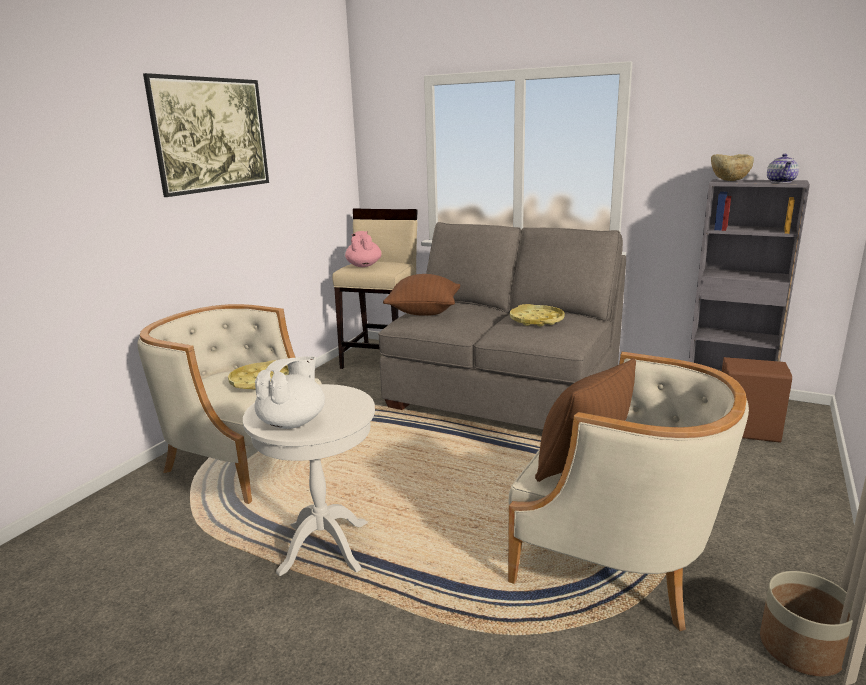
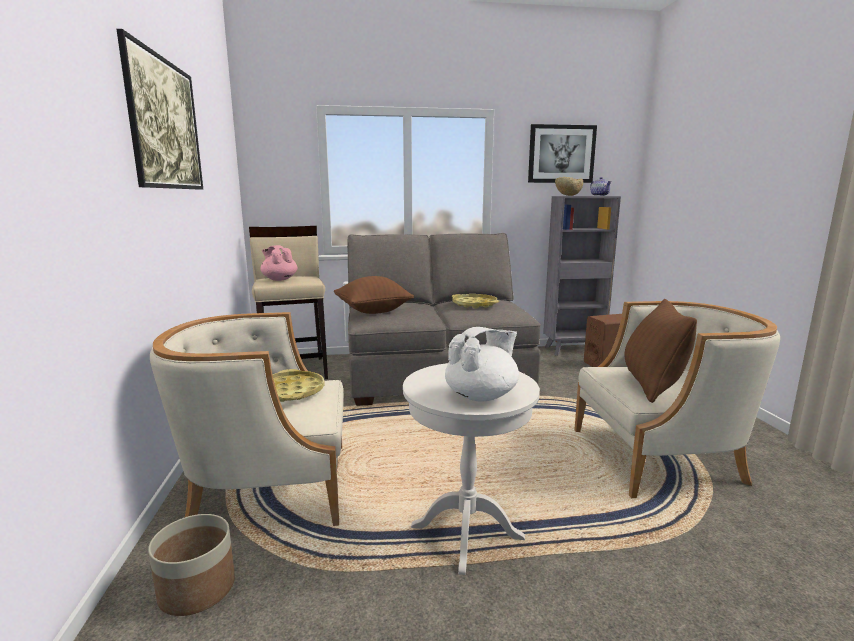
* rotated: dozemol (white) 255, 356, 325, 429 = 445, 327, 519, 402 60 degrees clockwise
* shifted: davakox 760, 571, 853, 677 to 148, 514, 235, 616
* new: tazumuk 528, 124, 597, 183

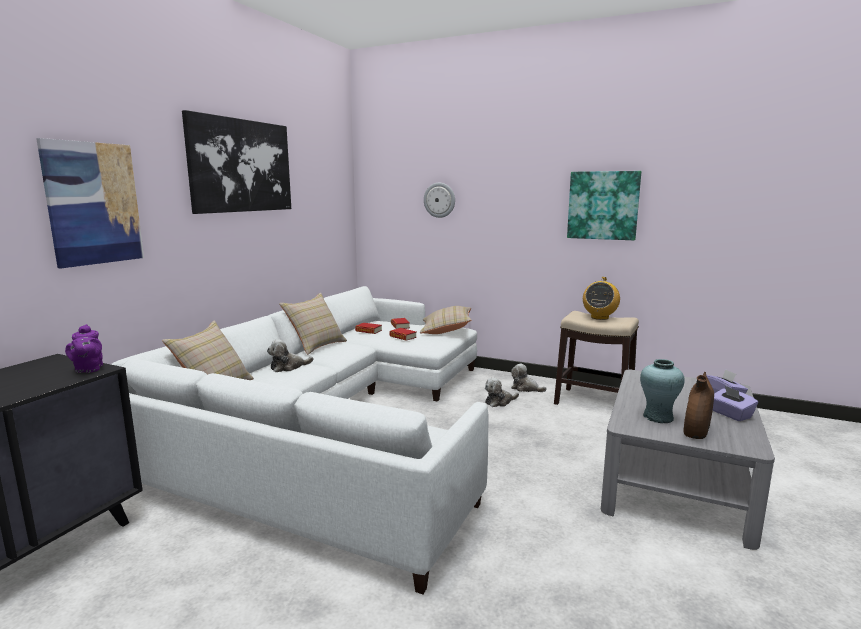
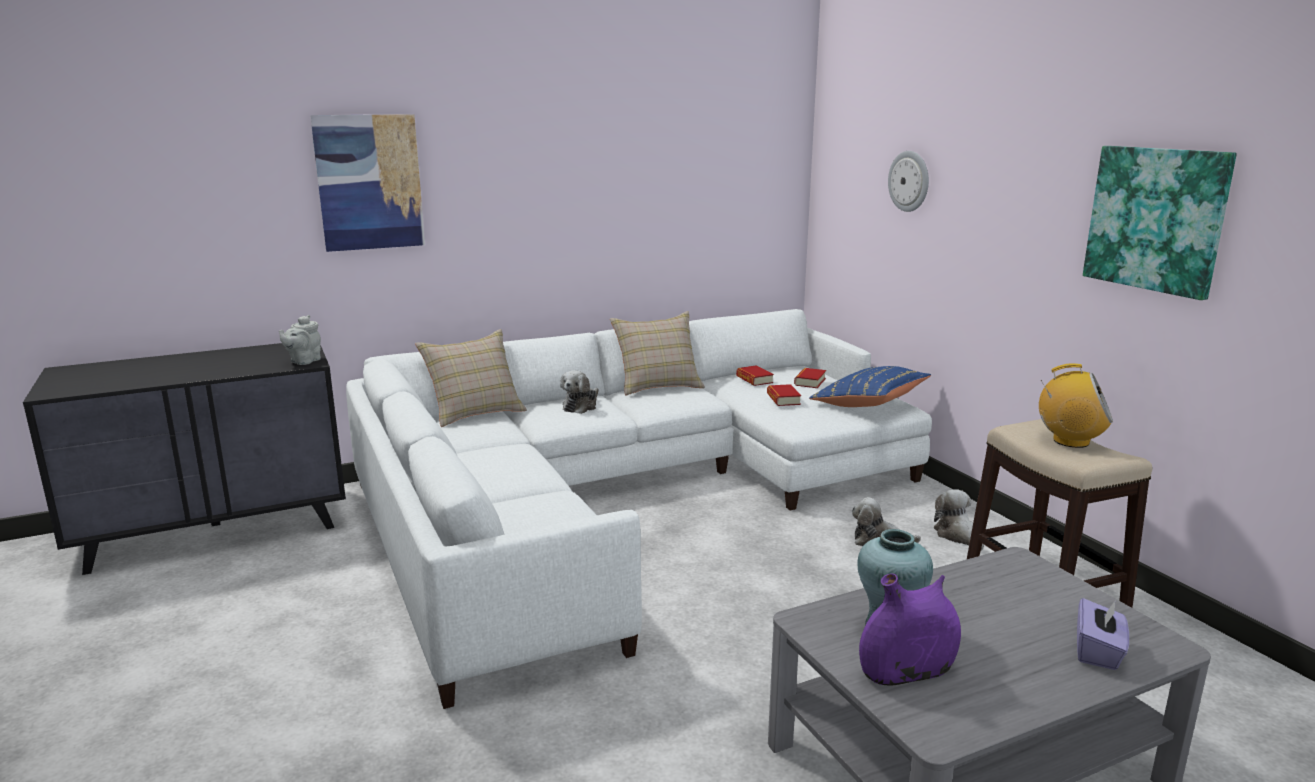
* repainted: dozemol (purple) 65, 324, 103, 372 to dozemol (grey) 279, 315, 321, 365
* gone: tazumuk 182, 110, 291, 214
* rotated: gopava 267, 339, 313, 372 = 560, 370, 599, 414 75 degrees counterclockwise
* repainted: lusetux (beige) 420, 306, 471, 334 to lusetux (blue) 809, 366, 931, 407
* rotated: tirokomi 583, 277, 620, 320 = 1039, 363, 1113, 448 135 degrees counterclockwise
* repainted: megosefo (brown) 684, 372, 714, 439 to megosefo (purple) 859, 574, 961, 686
* gone: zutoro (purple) 713, 386, 758, 421

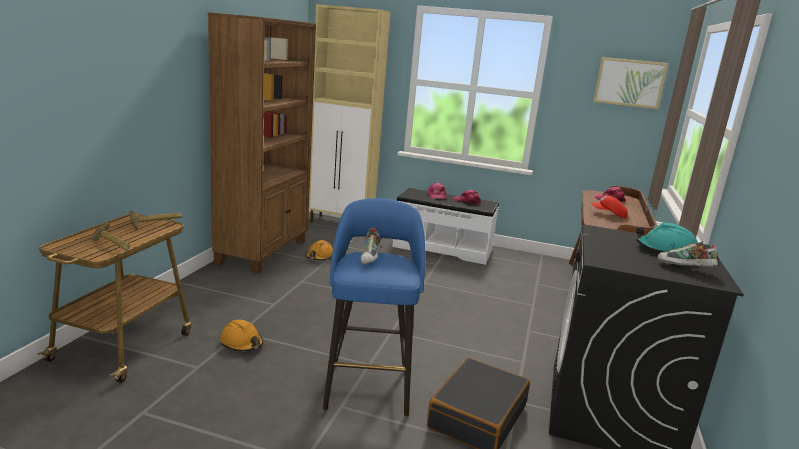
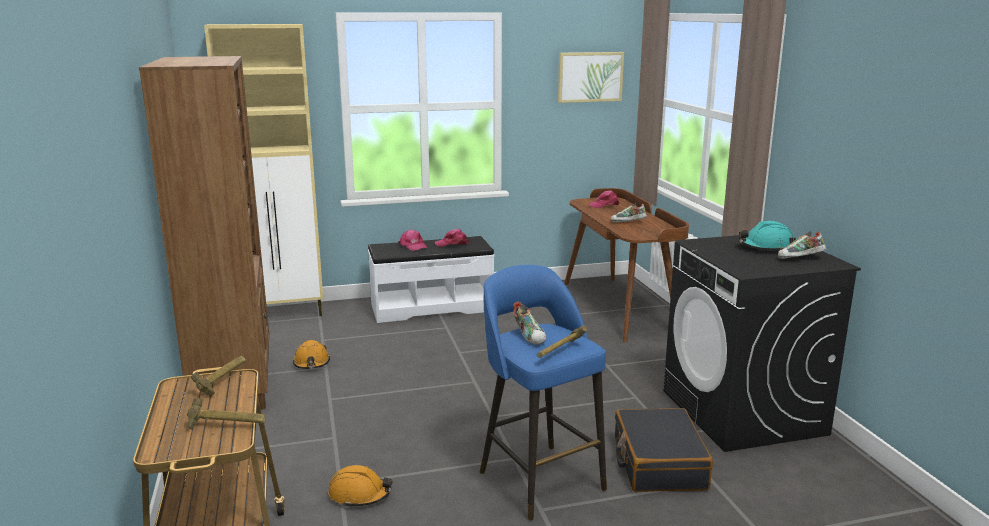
* swapped: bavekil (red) 591, 196, 628, 219 to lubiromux 611, 203, 647, 222
* new: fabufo 537, 325, 588, 358

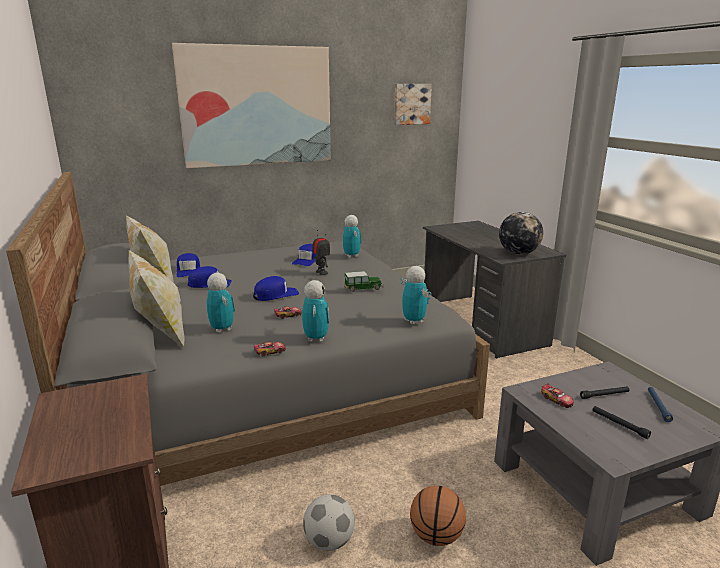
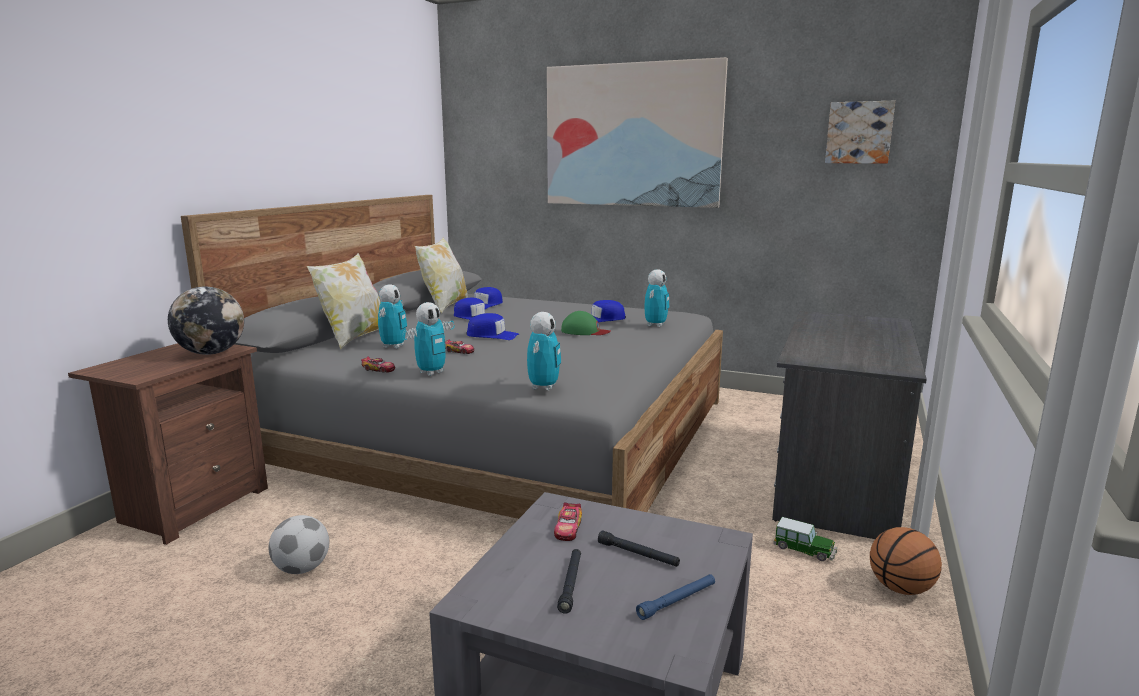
* swapped: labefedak 312, 230, 330, 275 to bavekil (green) 561, 311, 611, 335
* shifted: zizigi 344, 271, 384, 292 to 773, 517, 837, 561
* shifted: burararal 410, 485, 466, 546 to 870, 527, 942, 595
* shifted: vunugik 499, 212, 543, 255 to 168, 287, 244, 355

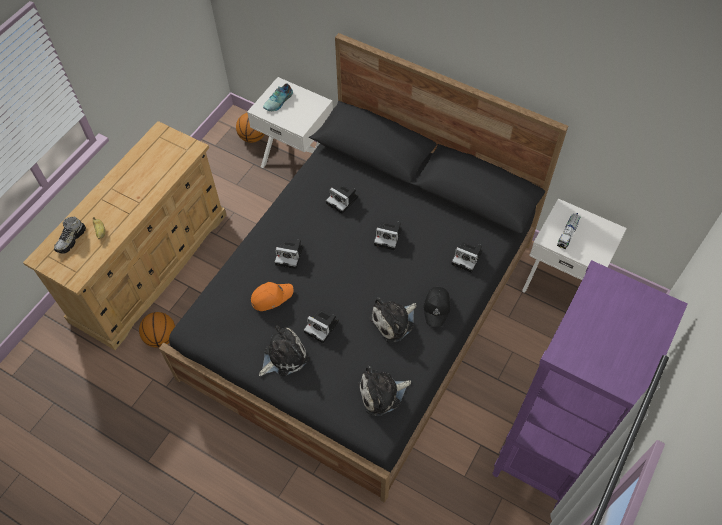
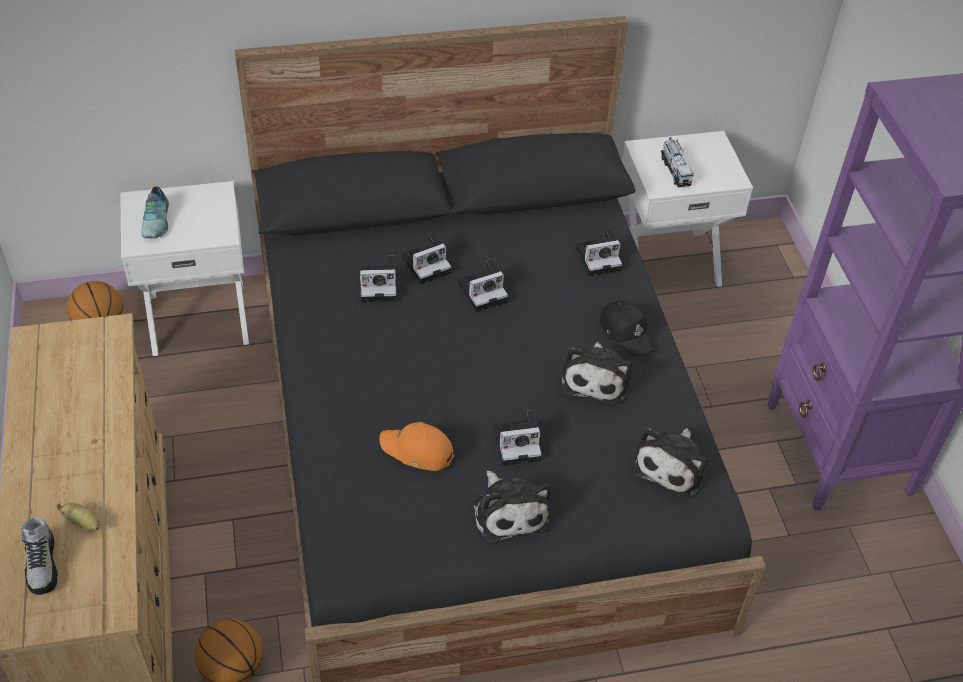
* rotated: bavekil (orange) 251, 282, 293, 311 = 379, 422, 455, 471 90 degrees counterclockwise
* rotated: gopava 259, 325, 309, 377 = 473, 471, 551, 544 150 degrees clockwise
* shifted: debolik 275, 240, 303, 269 to 402, 232, 451, 284

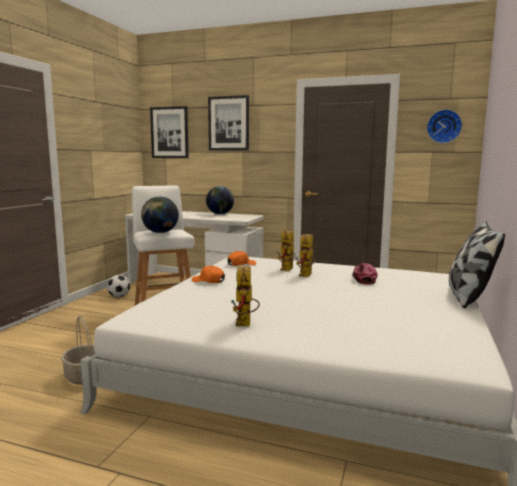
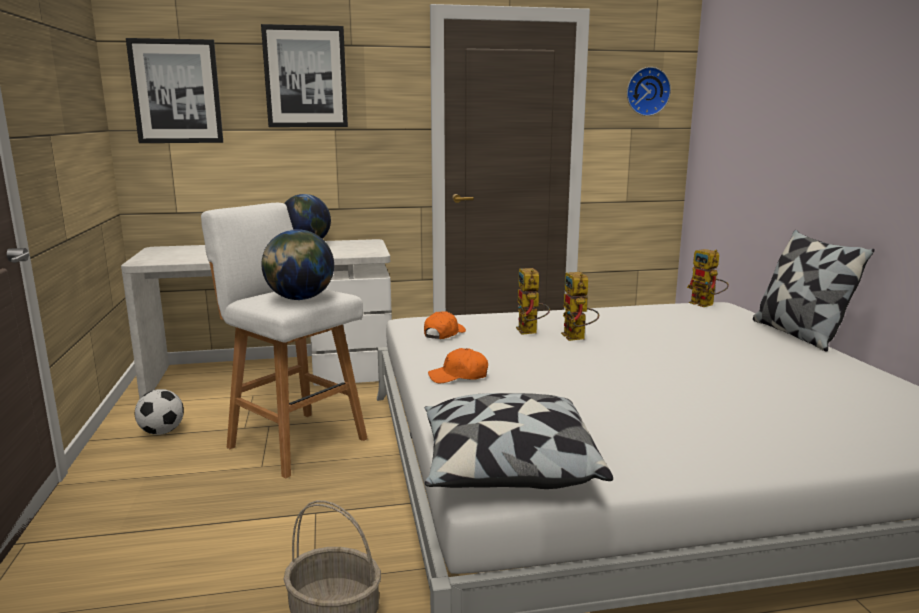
* shifted: labefedak 231, 266, 260, 326 to 687, 249, 729, 307
* gone: bavekil 352, 263, 378, 285
* new: lusetux 424, 393, 613, 489

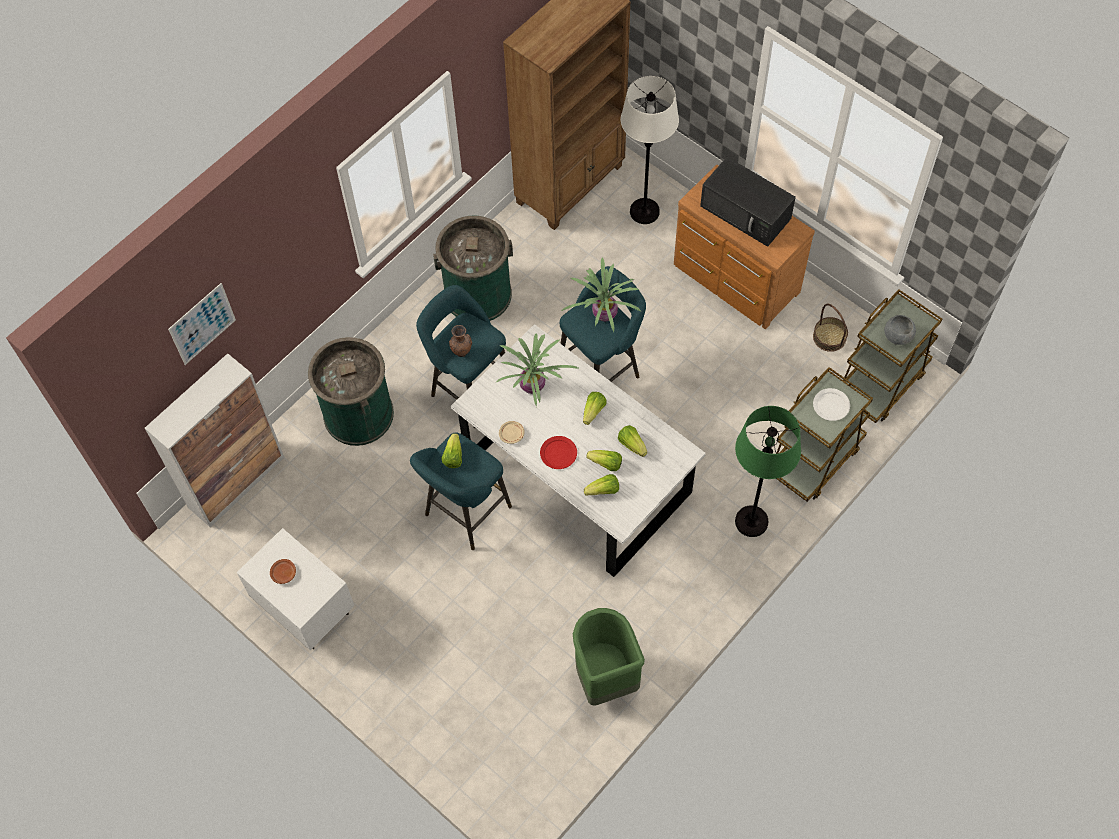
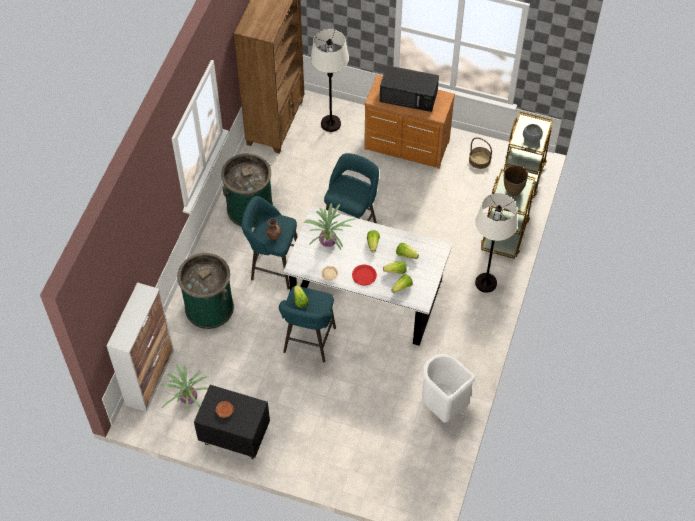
* gone: tazumuk 168, 283, 236, 365
* repainted: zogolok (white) 237, 528, 354, 650 to zogolok (black) 194, 385, 270, 459
* shifted: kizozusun 561, 258, 641, 332 to 161, 364, 209, 410
* repainted: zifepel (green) 573, 608, 645, 706 to zifepel (white) 422, 354, 475, 423
* repainted: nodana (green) 735, 406, 801, 537 to nodana (white) 475, 193, 517, 293
* swapped: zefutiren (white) 813, 388, 850, 421 to megosefo (brown) 504, 165, 528, 196

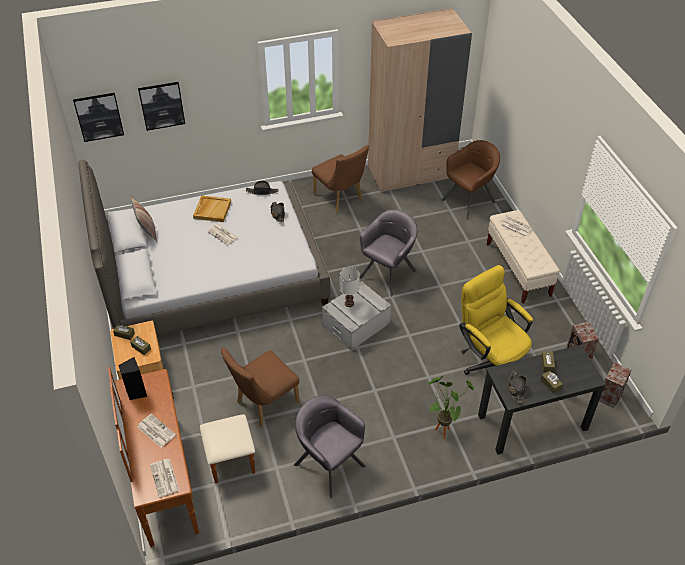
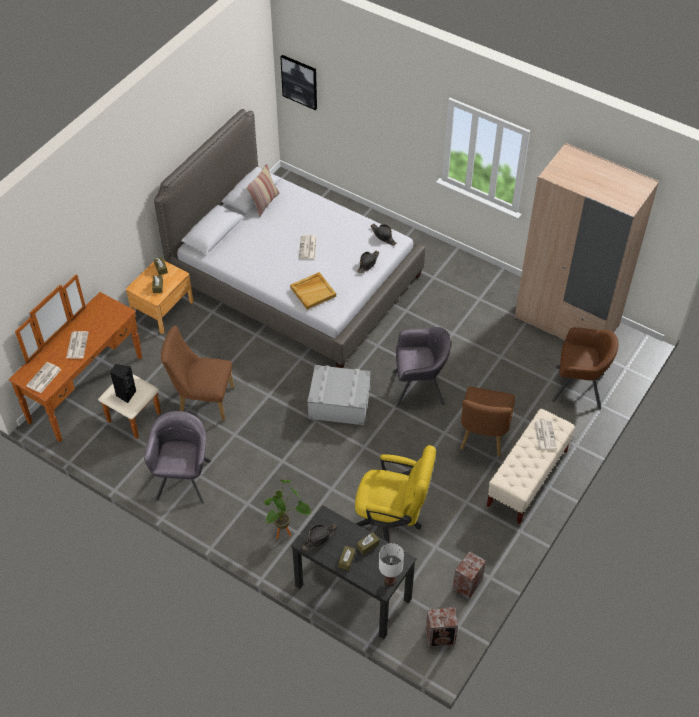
* shifted: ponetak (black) 118, 357, 147, 400 to 110, 364, 136, 403
* gone: tazumuk 138, 82, 185, 131
* shifted: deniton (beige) 193, 195, 231, 222 to 290, 272, 336, 310
* shifted: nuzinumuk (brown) 312, 145, 369, 213 to 460, 387, 515, 457
* shifted: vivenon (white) 340, 267, 360, 307 to 379, 543, 404, 586
* rotated: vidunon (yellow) 459, 265, 533, 375 = 355, 445, 436, 542 90 degrees clockwise

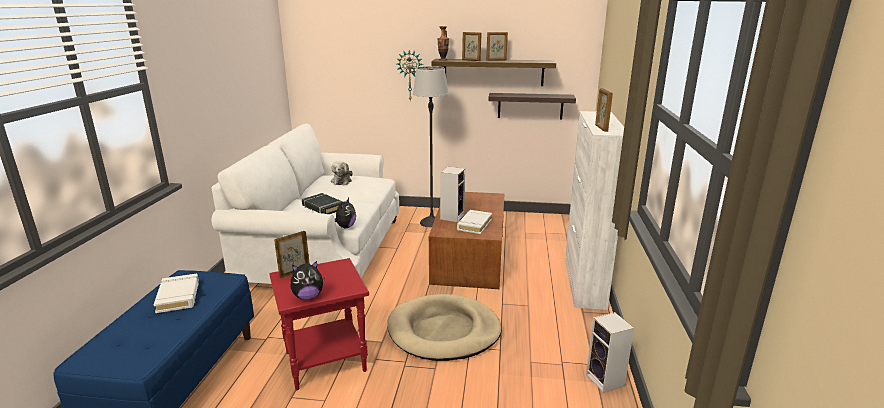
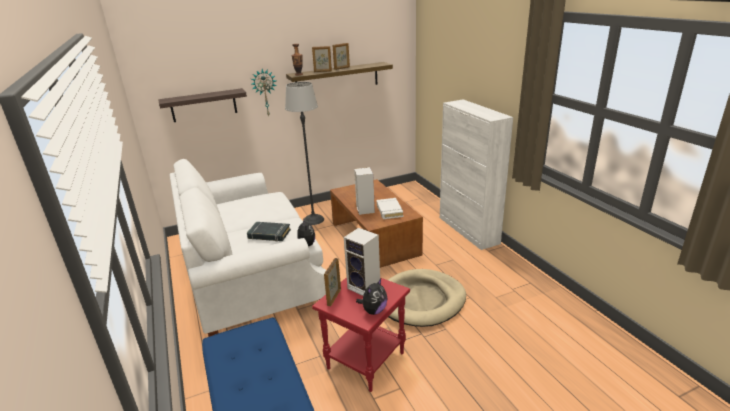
* gone: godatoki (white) 154, 274, 199, 313
* gone: gopava 331, 161, 353, 185
* shifted: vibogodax 488, 93, 576, 119 to 158, 88, 247, 122
* shifted: ponetak 586, 312, 634, 393 to 344, 228, 380, 296
* gone: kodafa 595, 88, 613, 132

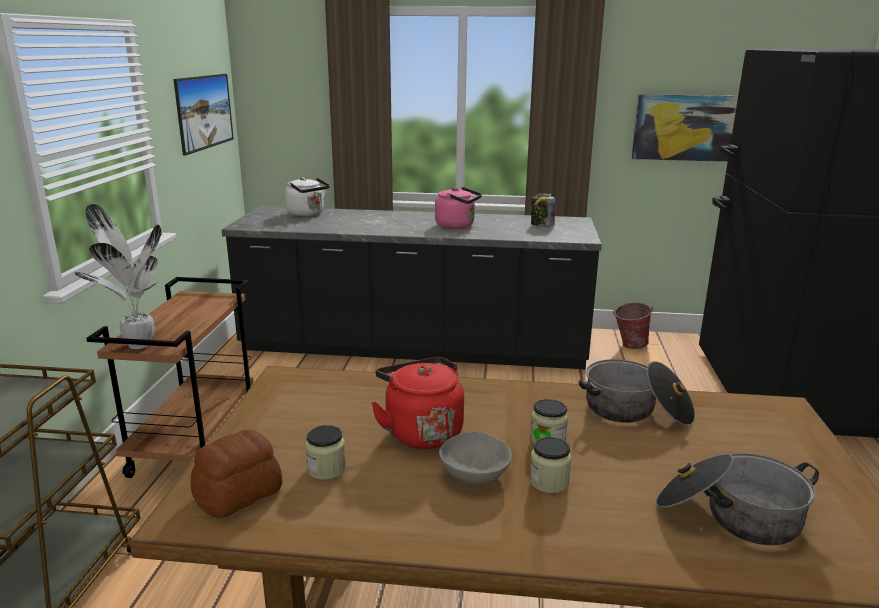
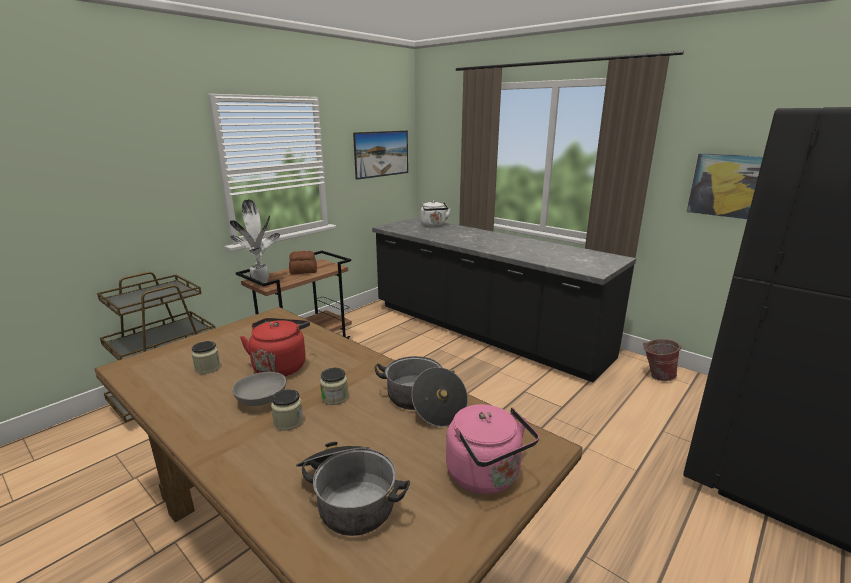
* shifted: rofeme 191, 430, 282, 518 to 289, 251, 317, 274
* shifted: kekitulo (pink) 435, 187, 482, 229 to 446, 404, 539, 494
* gone: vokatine 531, 193, 555, 226

